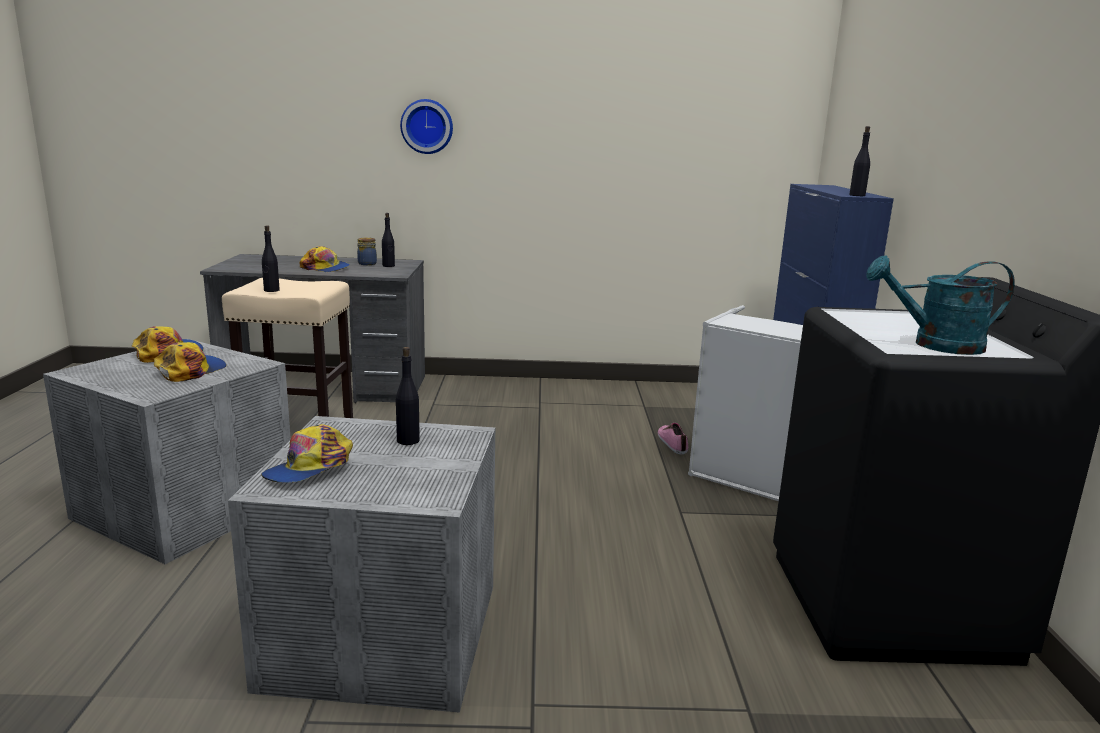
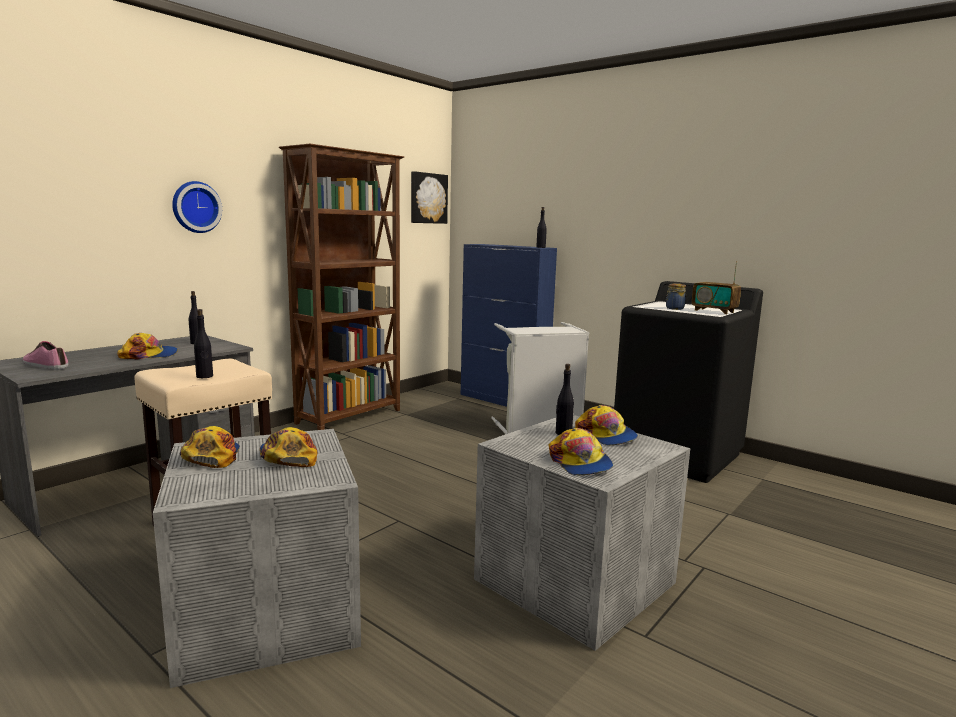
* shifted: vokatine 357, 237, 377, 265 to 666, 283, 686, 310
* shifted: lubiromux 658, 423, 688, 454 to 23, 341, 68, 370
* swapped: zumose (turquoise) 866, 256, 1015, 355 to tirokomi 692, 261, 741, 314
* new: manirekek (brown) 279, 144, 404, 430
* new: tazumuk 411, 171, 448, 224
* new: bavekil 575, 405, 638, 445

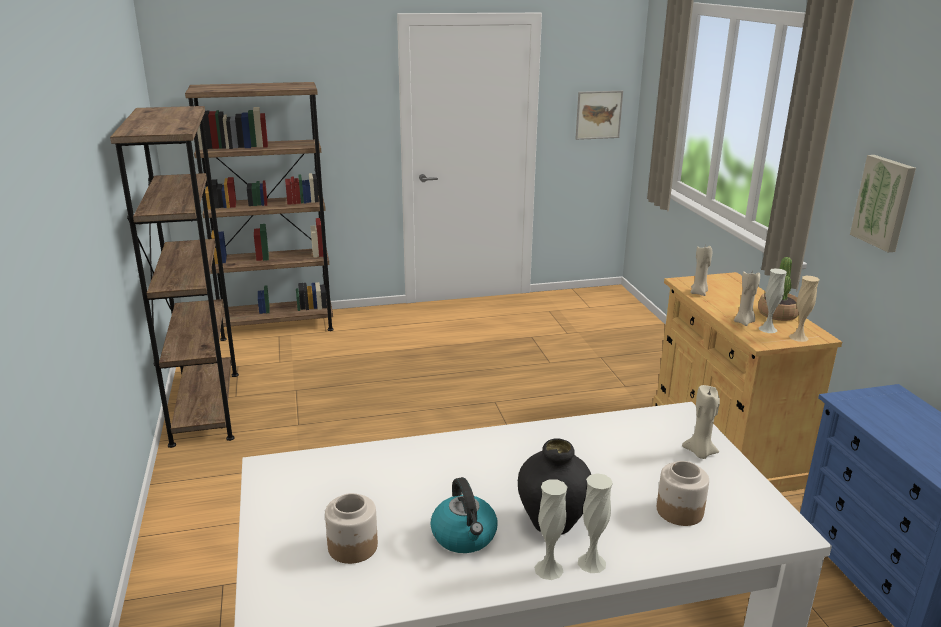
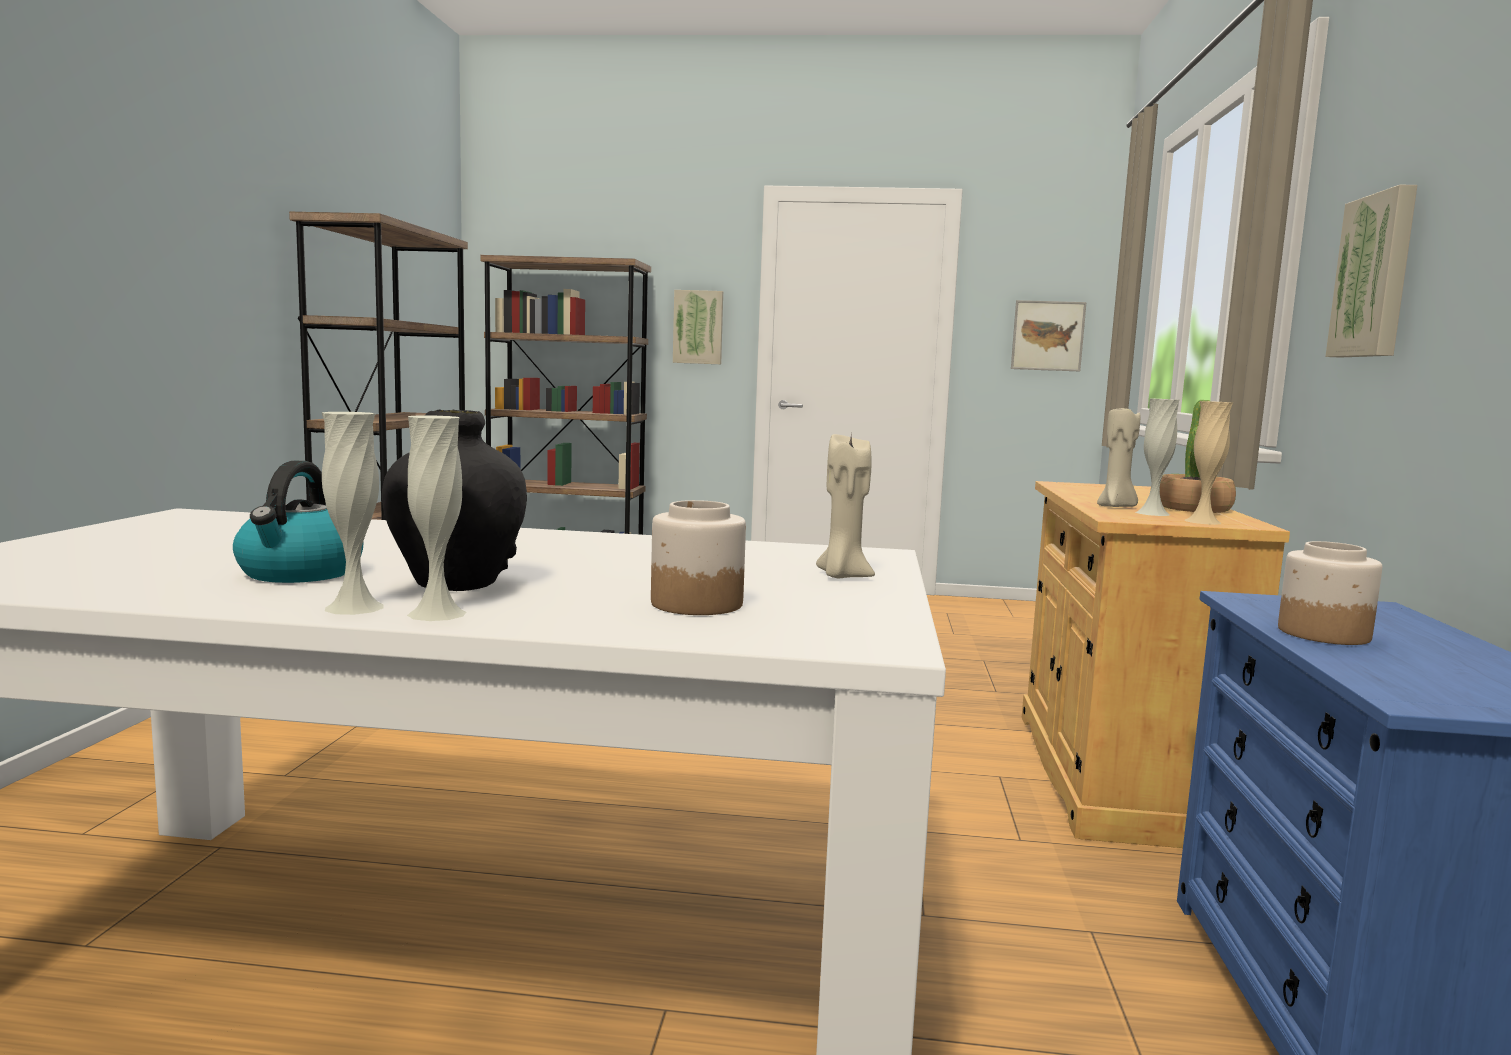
* shifted: vokatine 325, 493, 378, 564 to 1278, 541, 1382, 645
* gone: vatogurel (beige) 691, 246, 712, 296
* new: tazumuk 673, 290, 723, 364

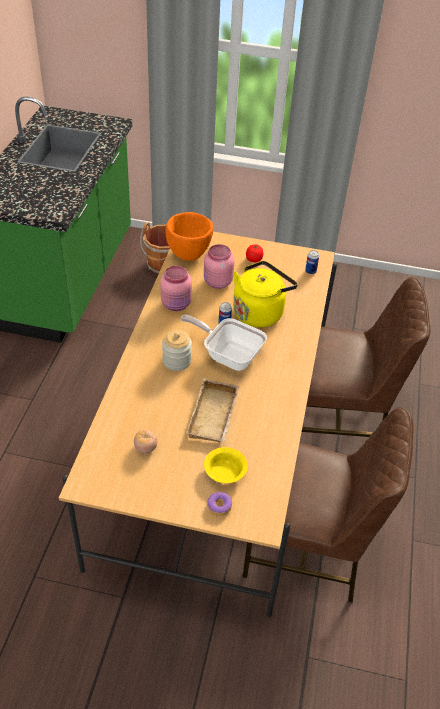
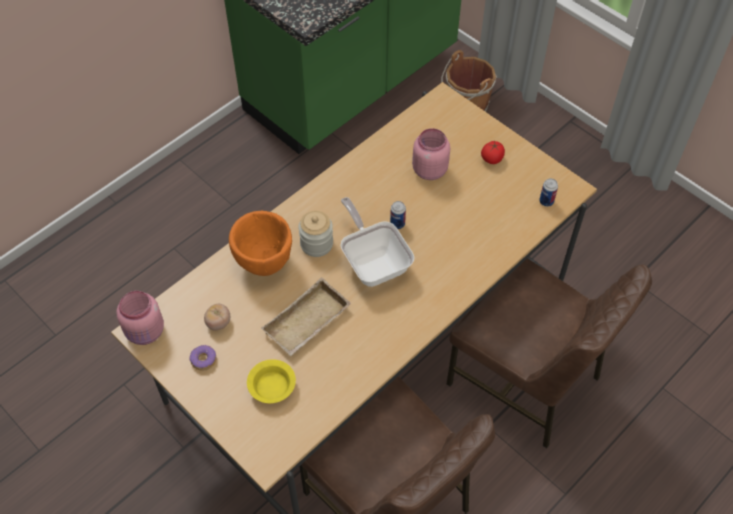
* shifted: vokatine (pink) 160, 266, 192, 311 to 117, 291, 164, 345
* shifted: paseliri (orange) 166, 212, 213, 261 to 229, 211, 292, 276
* shifted: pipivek 207, 491, 232, 516 to 189, 345, 216, 371
* gone: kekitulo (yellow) 233, 261, 298, 327

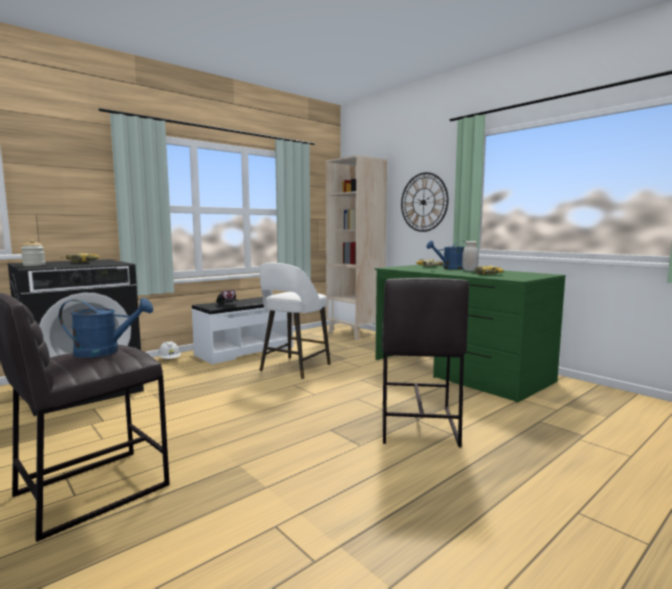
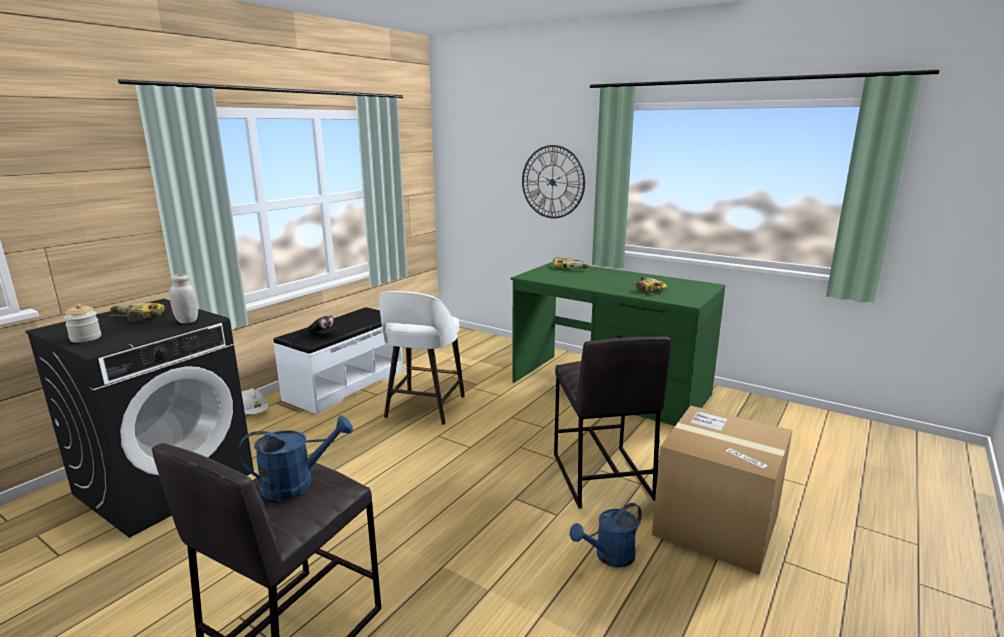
* gone: manirekek (beige) 326, 155, 387, 340
* shifted: zumose (blue) 426, 241, 466, 270 to 570, 503, 642, 568
* shifted: vokatine (white) 462, 241, 479, 271 to 170, 274, 198, 324
* new: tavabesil 652, 405, 792, 575

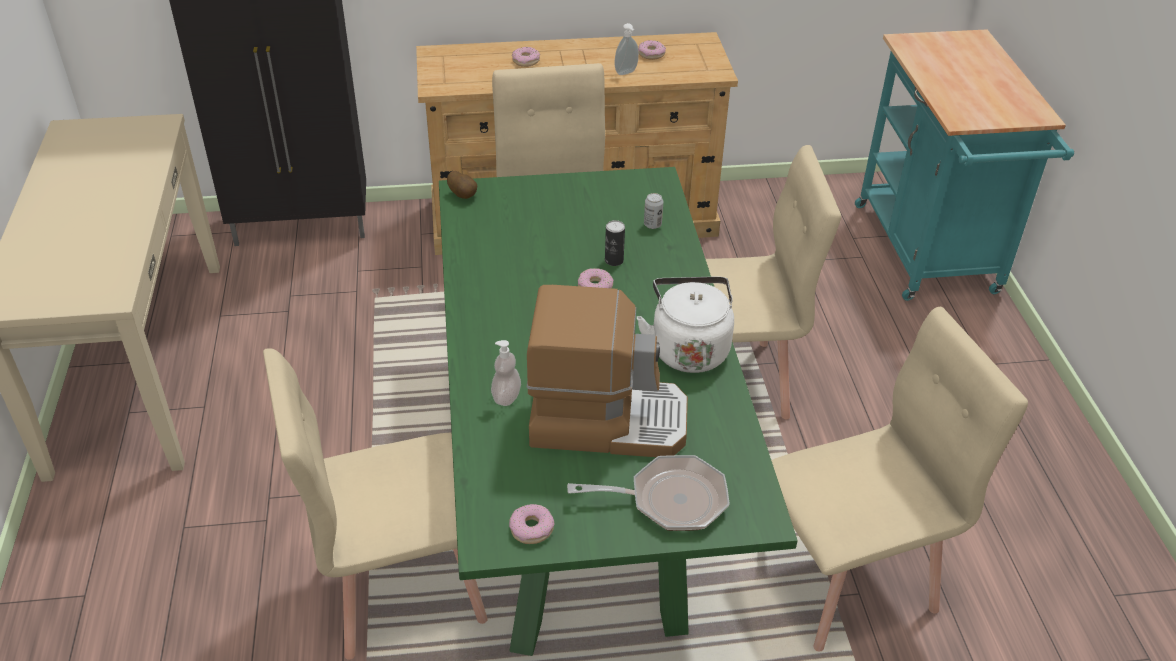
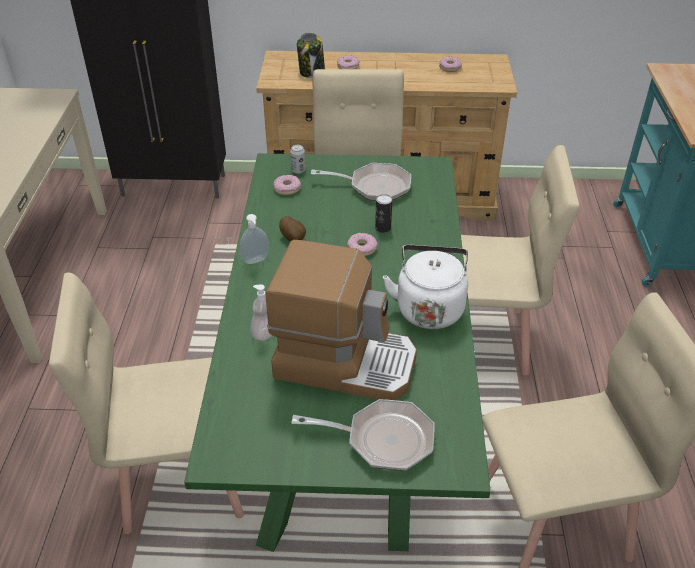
* shifted: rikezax 447, 171, 477, 199 to 279, 216, 306, 241
* shifted: pipivek 509, 504, 554, 544 to 273, 175, 301, 195
* shifted: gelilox 615, 23, 639, 75 to 240, 214, 269, 264
* shifted: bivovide 644, 193, 663, 229 to 290, 145, 306, 174
* new: vokatine 297, 33, 325, 78
* new: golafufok 311, 163, 411, 201

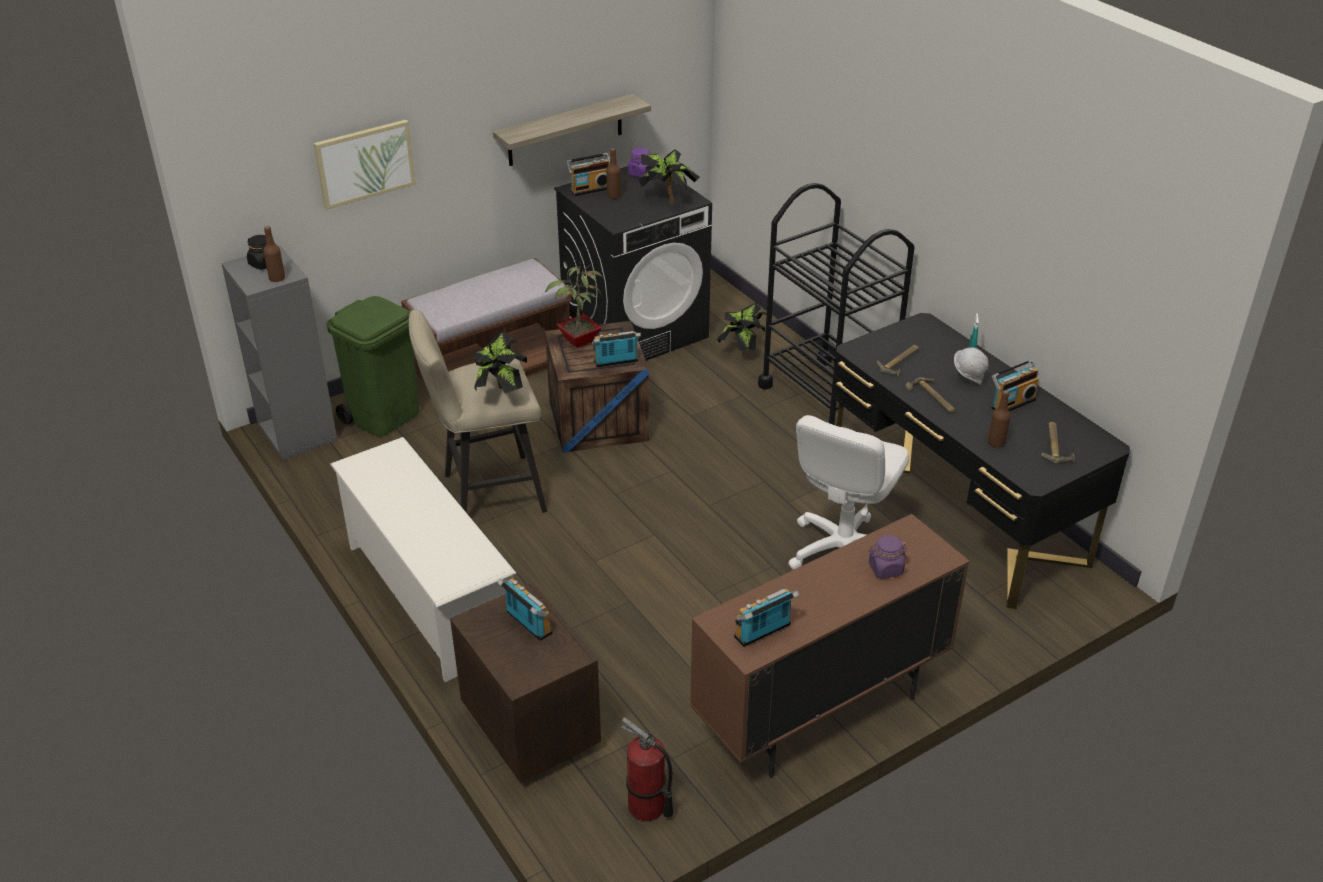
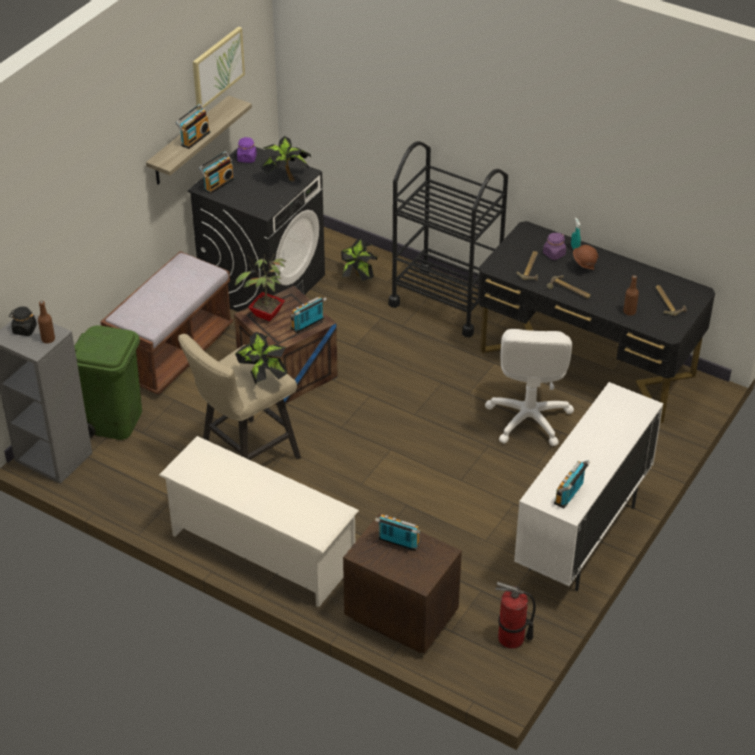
* shifted: tazumuk 314, 120, 416, 209 to 193, 26, 245, 110
* gone: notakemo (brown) 606, 148, 621, 198
* repainted: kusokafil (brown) 690, 514, 970, 778 to kusokafil (white) 514, 382, 663, 591
* shifted: vokatine (purple) 868, 535, 907, 579 to 543, 233, 566, 260
* repainted: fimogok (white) 954, 347, 989, 385 to fimogok (brown) 573, 245, 598, 270
* shifted: tirokomi 991, 359, 1039, 411 to 175, 104, 210, 149

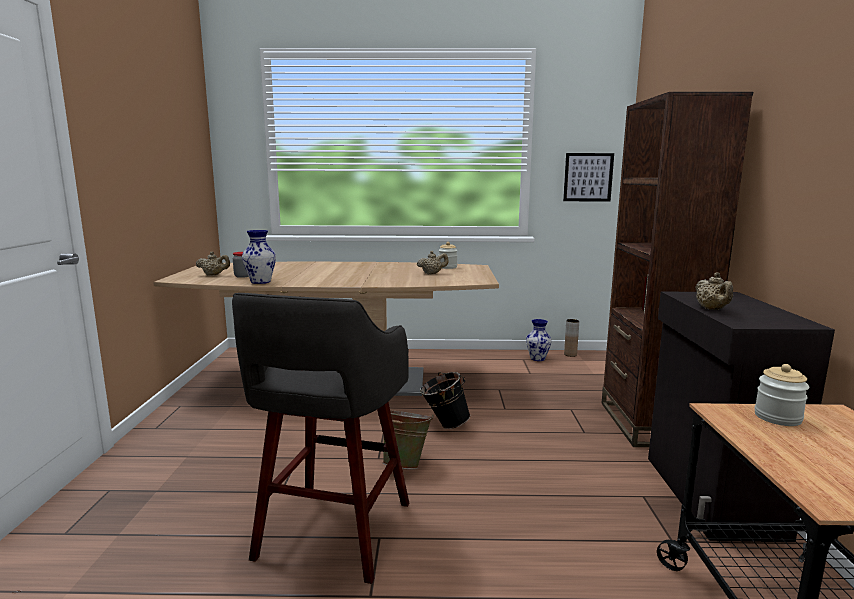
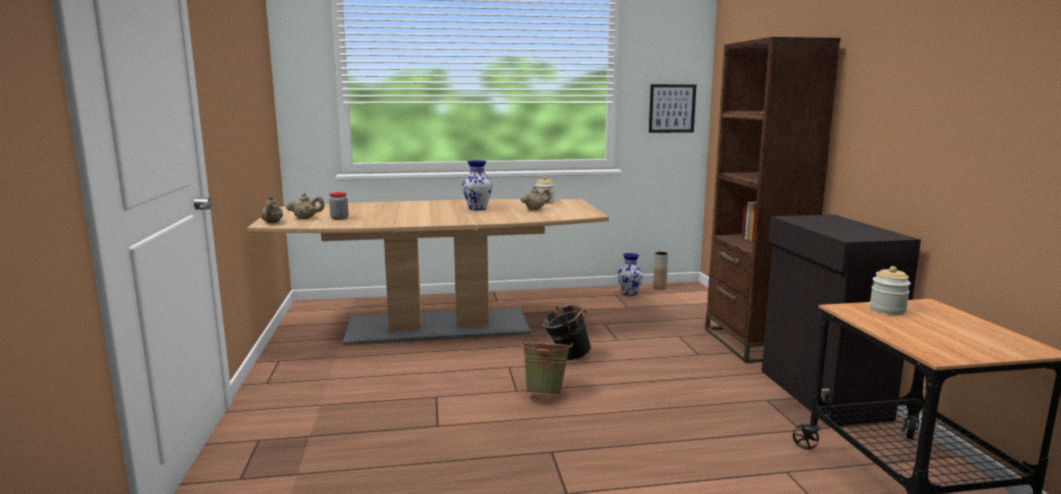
* gone: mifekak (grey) 232, 293, 409, 584
* shifted: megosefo 242, 230, 276, 284 to 462, 160, 493, 210
* shifted: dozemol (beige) 695, 272, 733, 310 to 261, 197, 283, 223

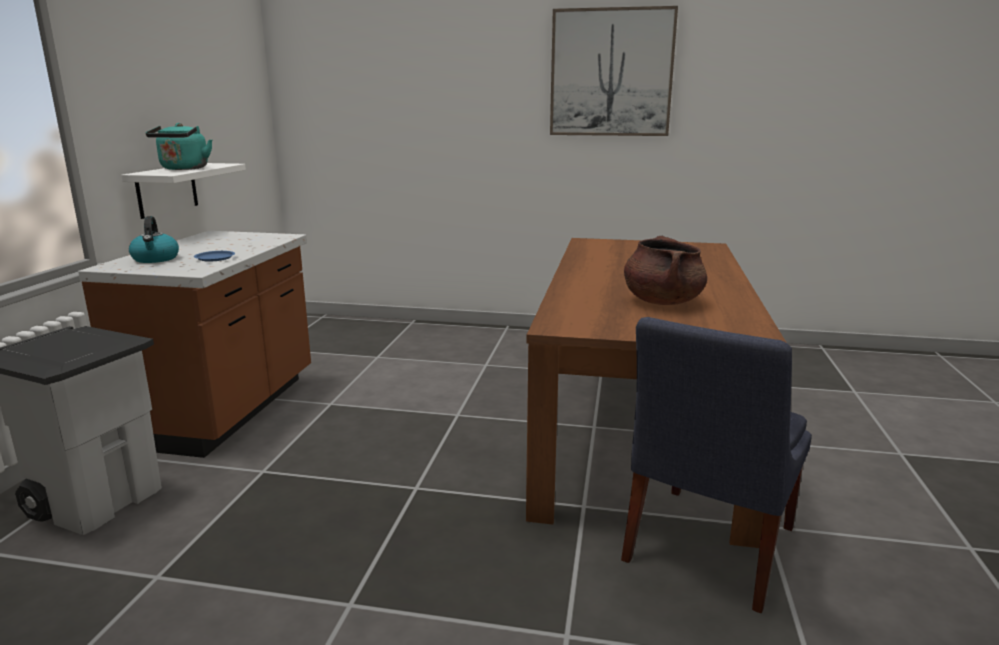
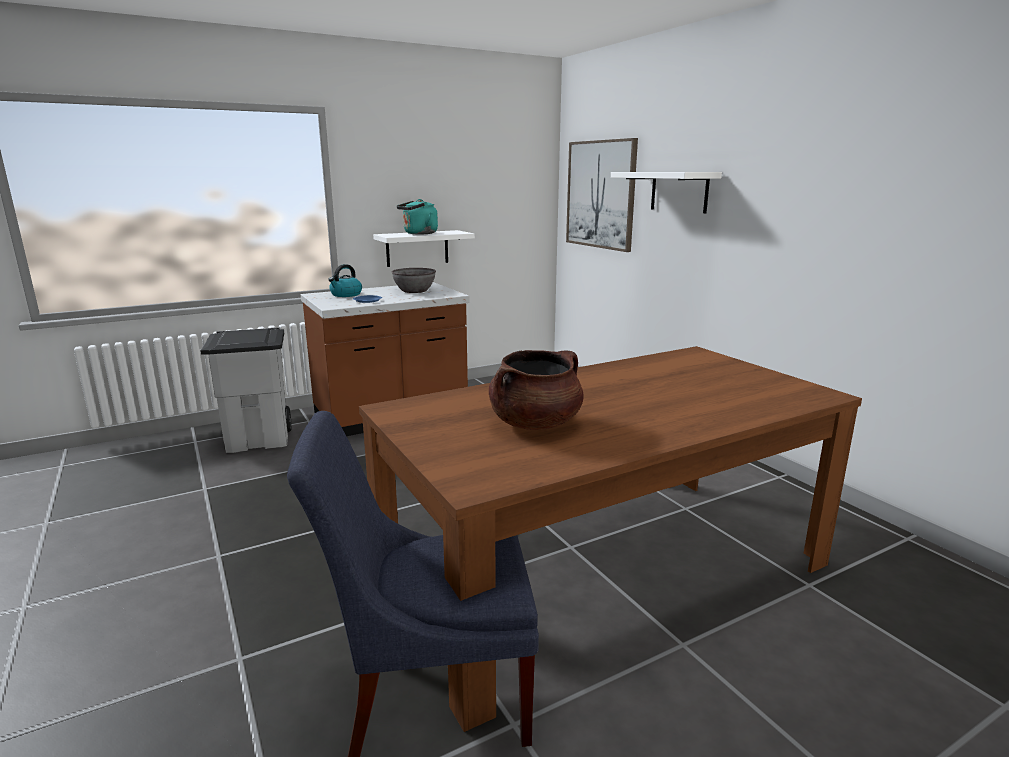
* shifted: tazumuk 550, 6, 678, 136 to 566, 138, 638, 252
* new: paseliri (grey) 392, 268, 436, 293
* new: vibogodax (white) 611, 172, 722, 213

